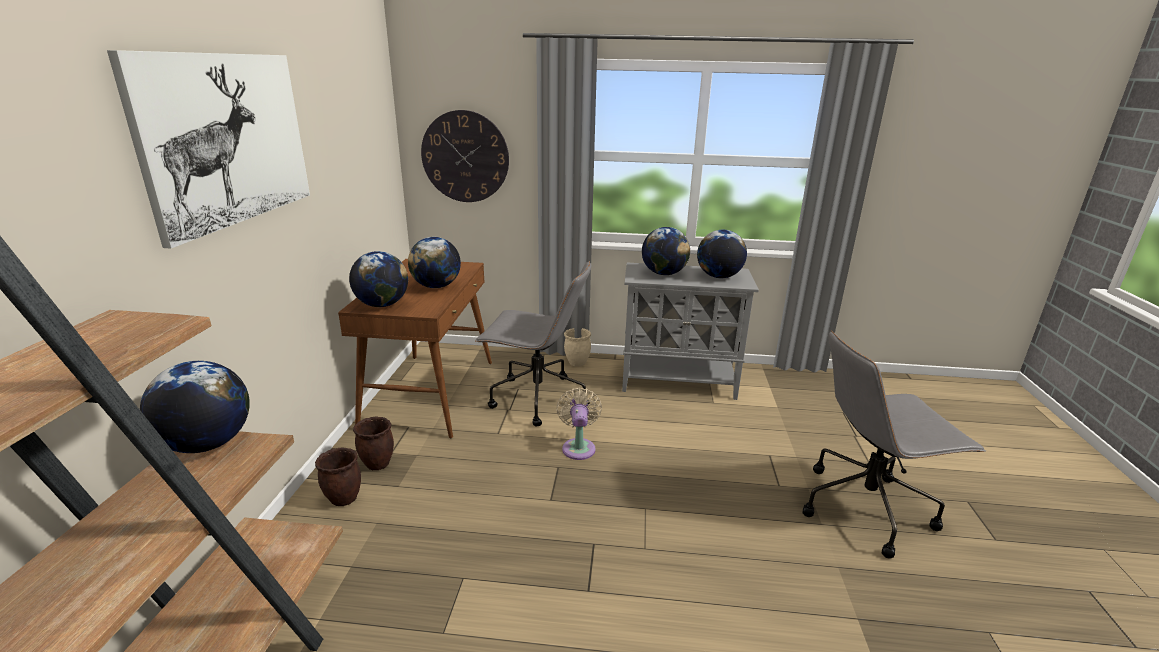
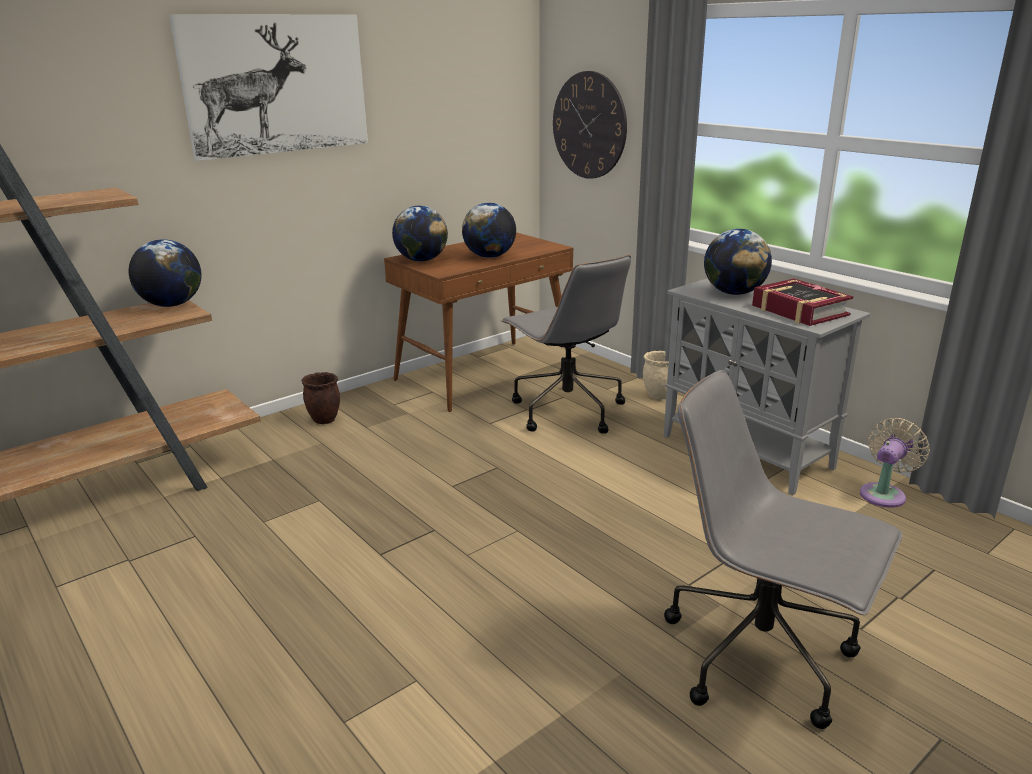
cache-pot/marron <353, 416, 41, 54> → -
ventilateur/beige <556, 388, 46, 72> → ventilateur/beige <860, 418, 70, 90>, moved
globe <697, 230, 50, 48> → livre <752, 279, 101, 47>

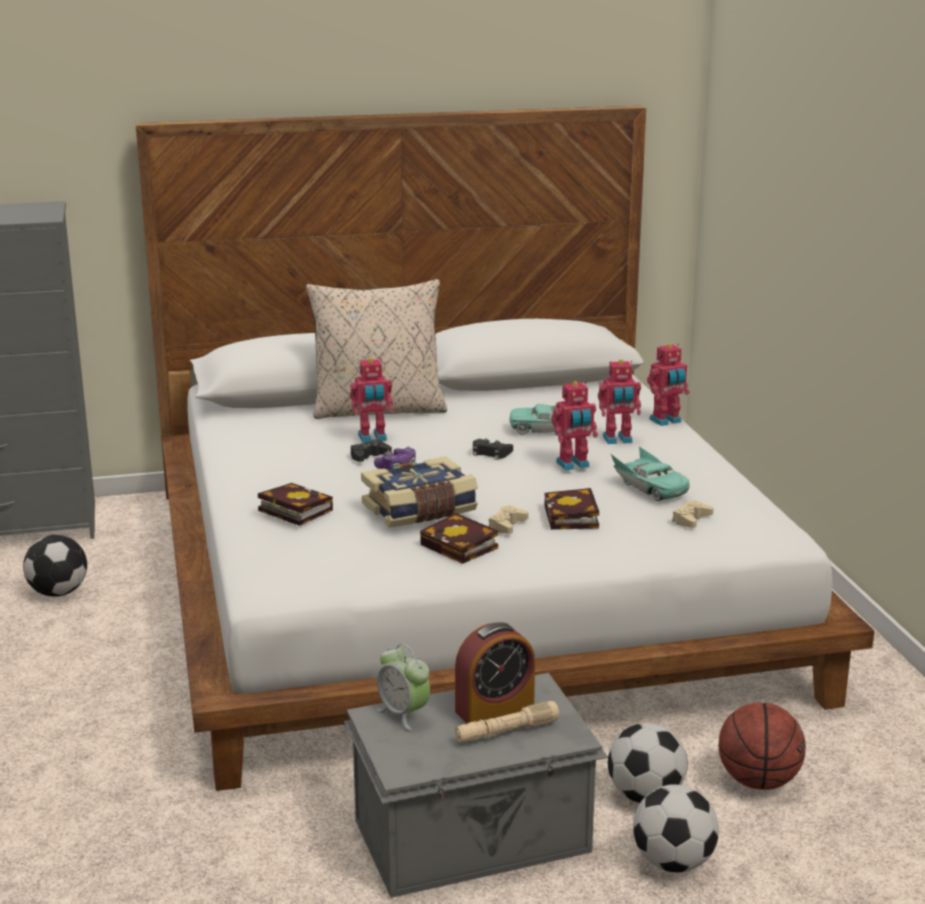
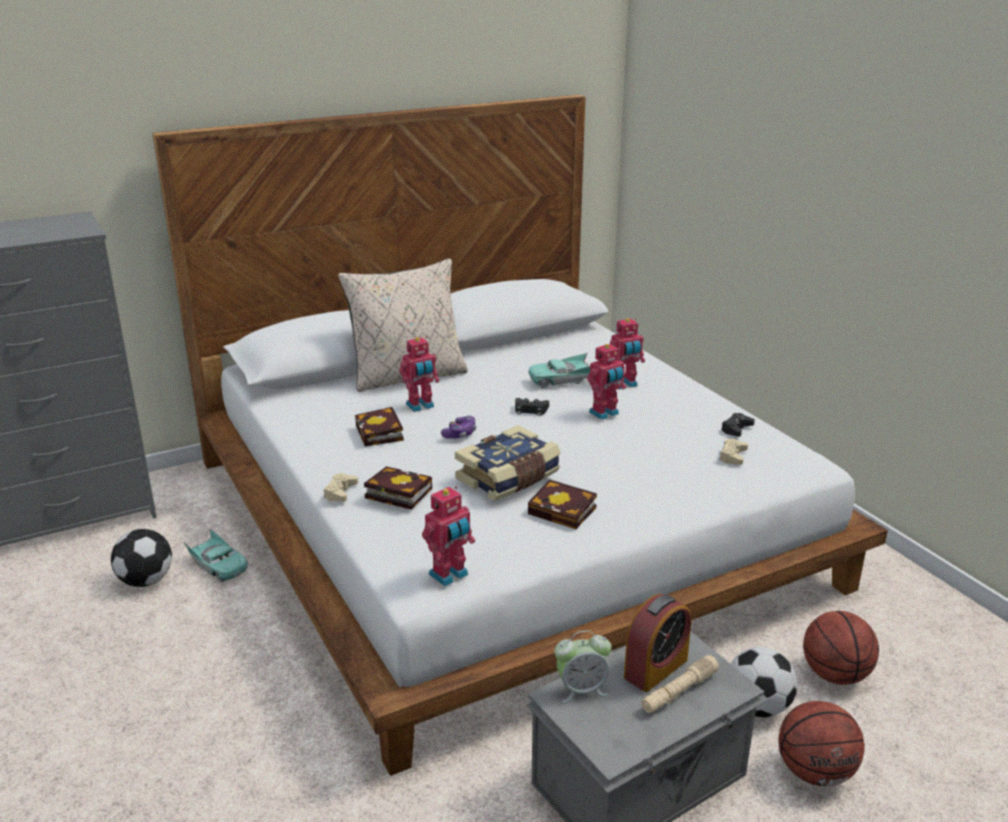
manette/noir <351, 439, 41, 23> → manette/noir <721, 413, 34, 24>, moved
réveil <377, 644, 53, 86> → réveil <555, 630, 57, 73>, 45 degrees counterclockwise
manette/beige <488, 505, 41, 29> → manette/beige <324, 473, 34, 29>, moved
livre <544, 488, 55, 42> → livre <355, 407, 49, 40>, moved
petite voiture/turquoise <611, 446, 79, 55> → petite voiture/turquoise <183, 529, 65, 53>, moved
ballon de foot <633, 785, 86, 88> → ballon de basket <779, 701, 85, 85>
robot jouet <647, 343, 43, 83> → robot jouet <422, 487, 53, 99>, moved

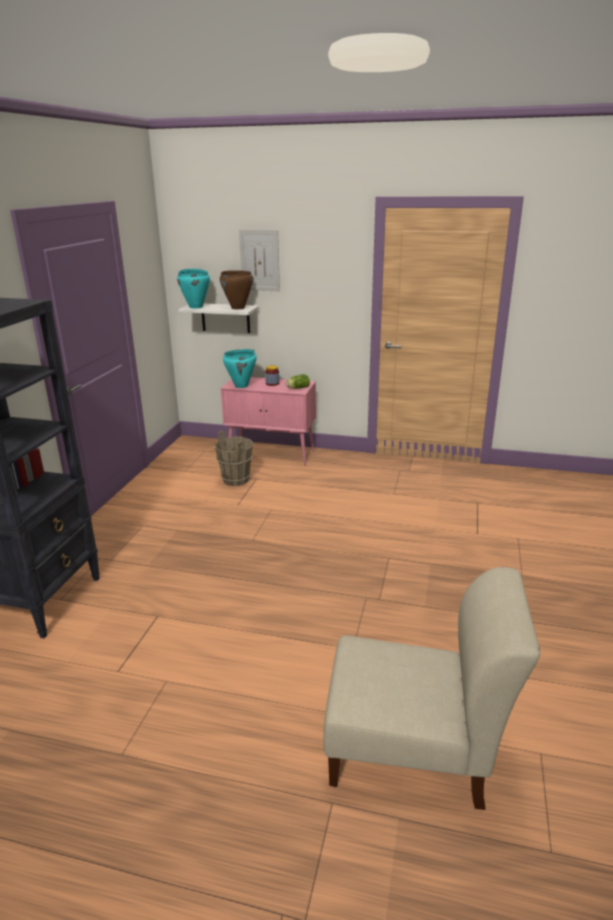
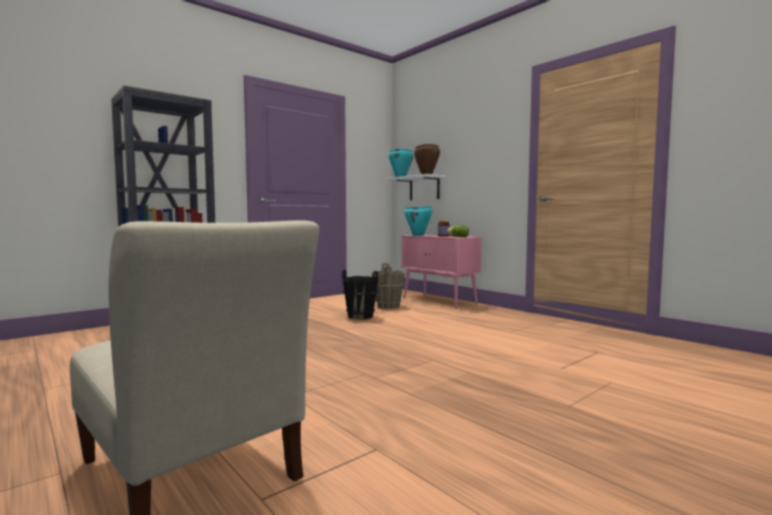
tableau <239, 229, 41, 62> → -
- → seau/noir <342, 269, 37, 50>

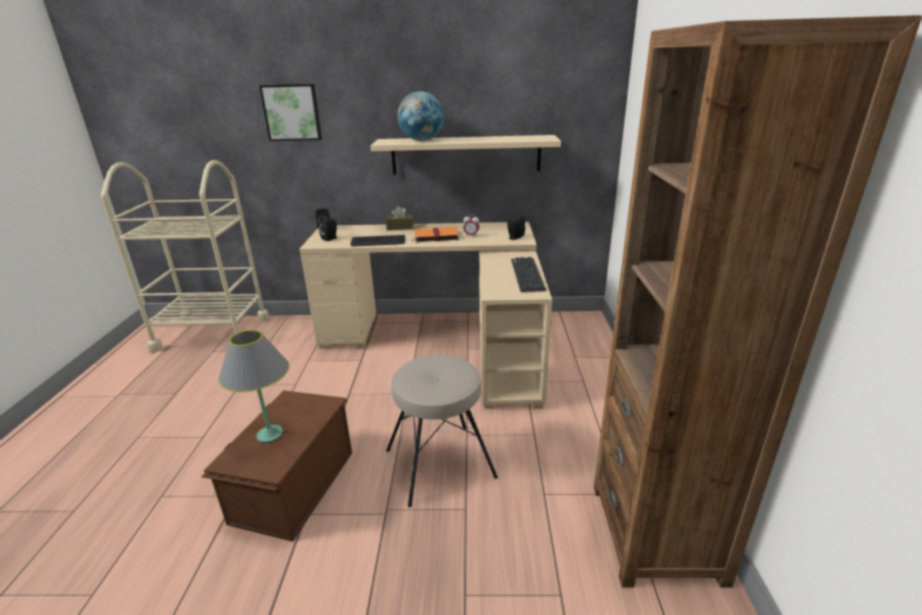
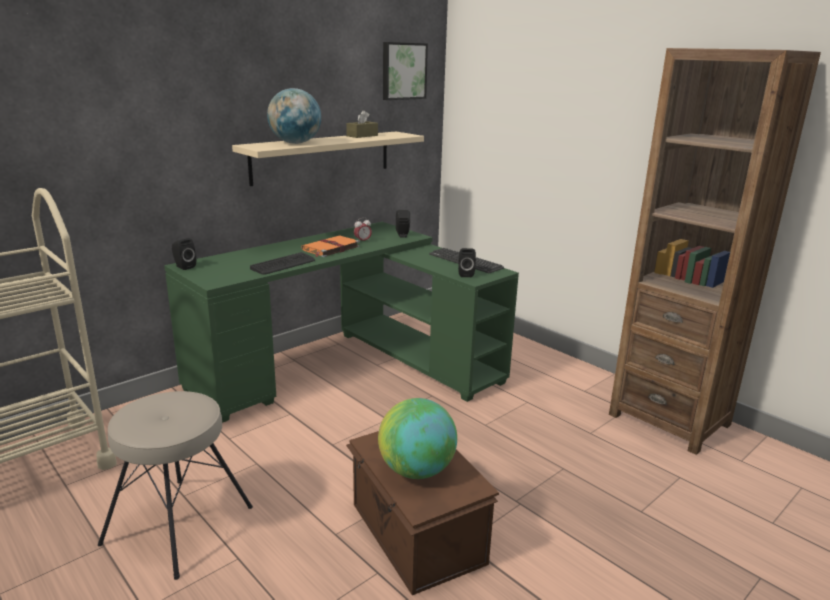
lampe de table/gris <218, 330, 71, 112> → globe <378, 398, 79, 81>
tableau <259, 84, 63, 57> → tableau <383, 42, 45, 58>, moved
bureau/beige <299, 222, 253, 187> → bureau/vert <164, 222, 355, 201>
enceinte/noir <319, 216, 18, 25> → enceinte/noir <458, 248, 18, 29>, moved
boîte à mouchoirs/marron <386, 206, 27, 24> → boîte à mouchoirs/marron <346, 110, 32, 28>, moved
tabouret/beige <386, 355, 112, 152> → tabouret/beige <98, 391, 155, 189>, moved

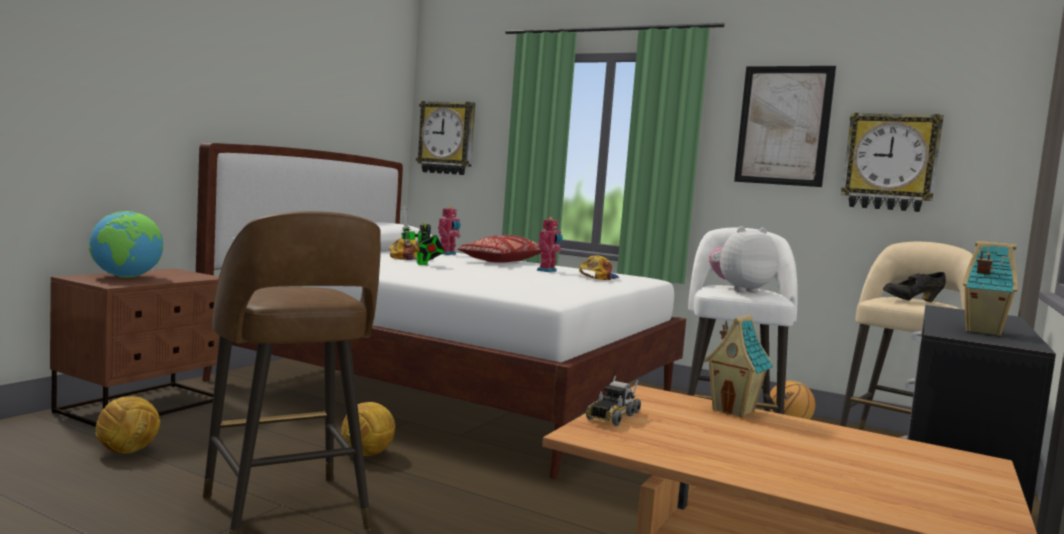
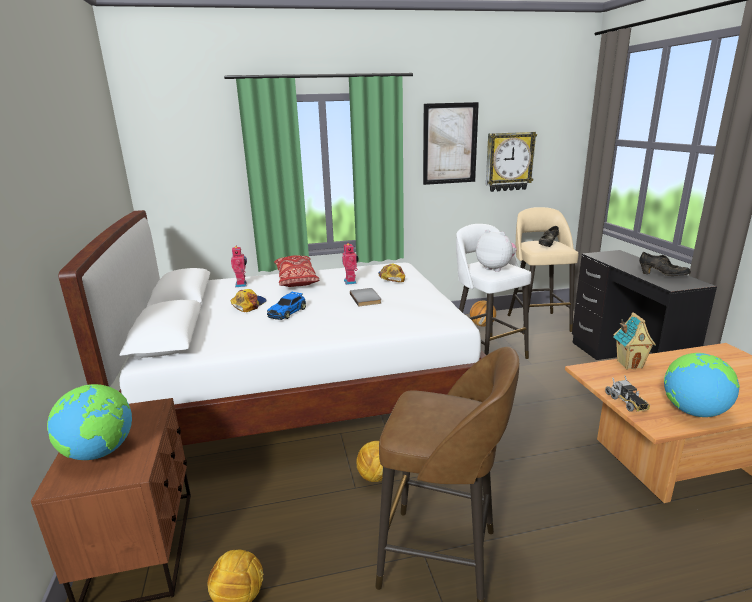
robot jouet <402, 206, 43, 59> → petite voiture <267, 291, 39, 29>
horloge murale <416, 101, 59, 74> → -
peluche <709, 226, 69, 67> → peluche <476, 230, 41, 42>, 105 degrees clockwise
maison miniature <963, 241, 55, 95> → chaussure/noir <639, 252, 52, 24>
- → livre/gris <350, 288, 31, 19>
- → globe <664, 353, 76, 64>

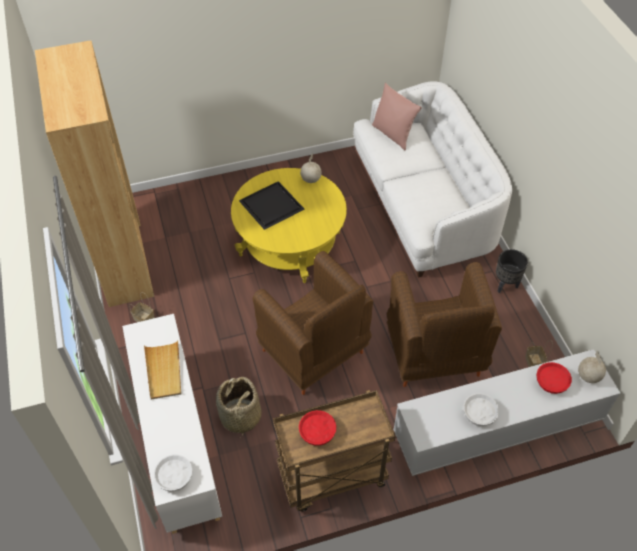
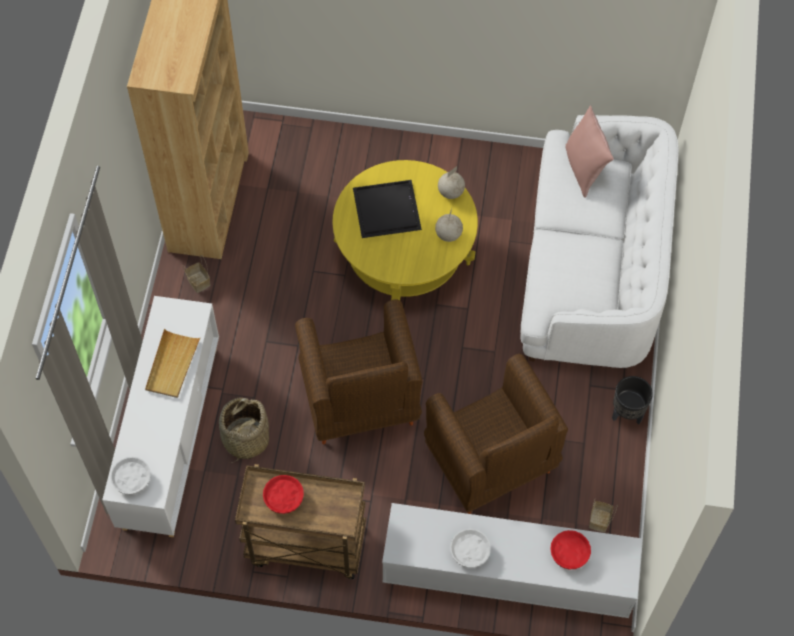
fauteuil/marron <387, 262, 115, 125> → fauteuil/marron <424, 354, 144, 160>, 45 degrees counterclockwise
globe <578, 350, 28, 33> → globe <435, 208, 28, 34>, moved

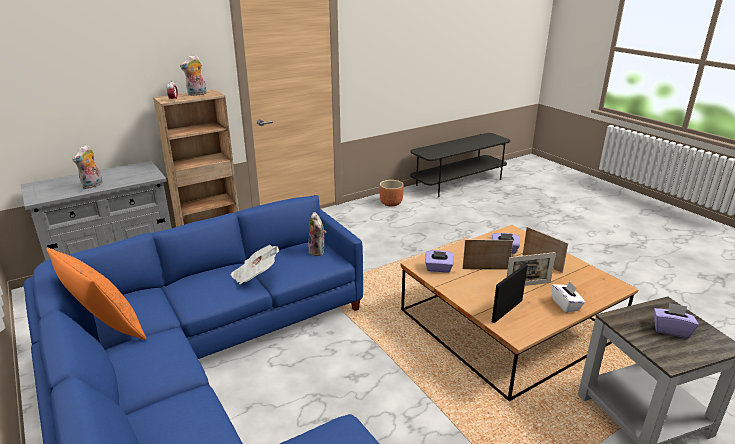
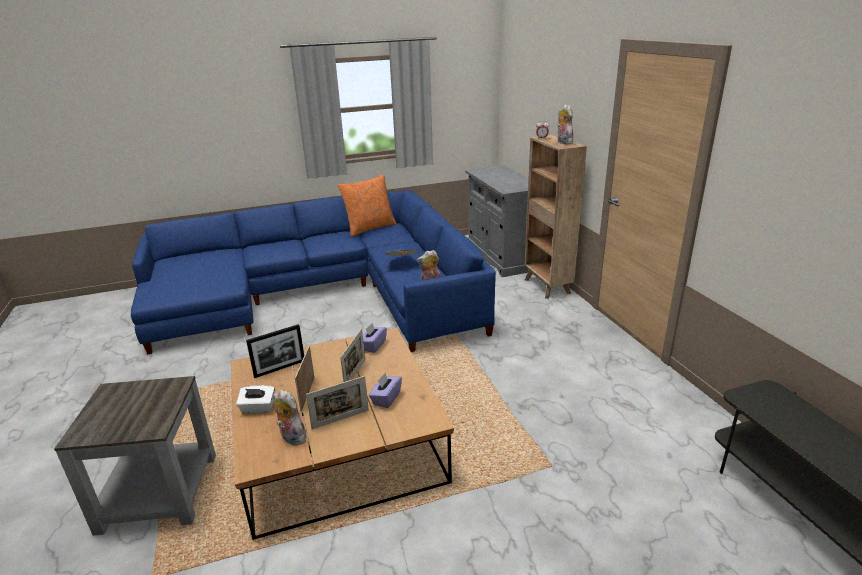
peluche <72, 145, 31, 44> → peluche <273, 390, 33, 55>, moved
cache-pot/marron <379, 180, 25, 26> → -
cadre photo <492, 264, 36, 59> → cadre photo <246, 324, 58, 54>, 90 degrees clockwise
boîte à mouchoirs/violet <654, 302, 45, 36> → -

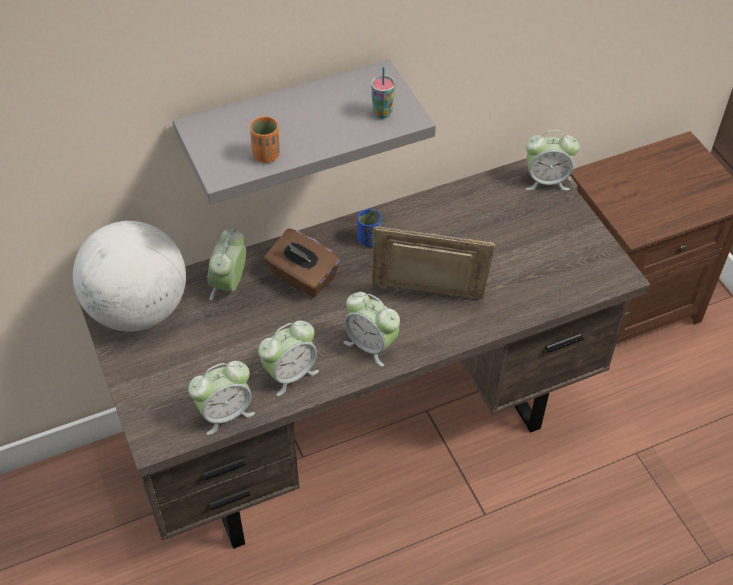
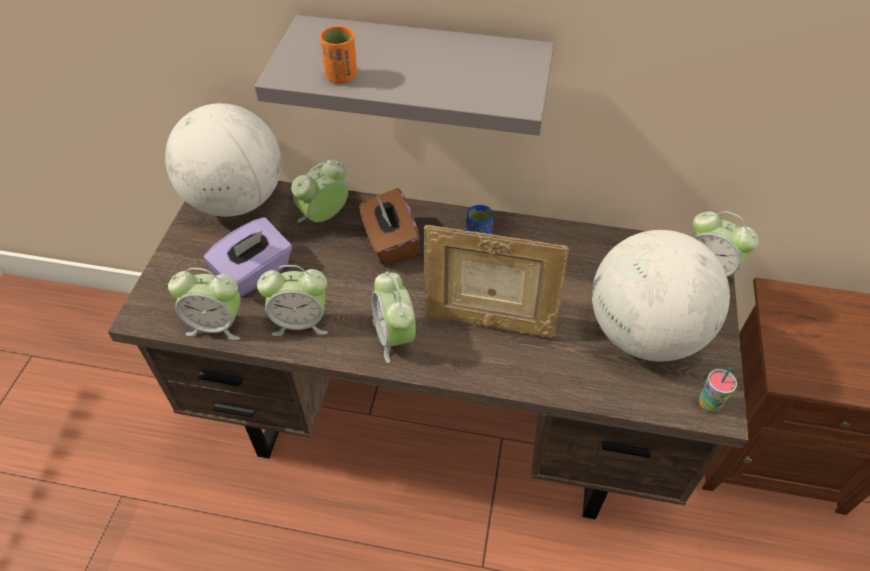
tasse <371, 67, 24, 52> → tasse <699, 367, 38, 45>, moved
cadre photo <372, 226, 123, 74> → cadre photo <424, 225, 145, 113>, 150 degrees clockwise
- → boîte à mouchoirs/violet <204, 217, 88, 80>
- → globe <592, 230, 138, 131>

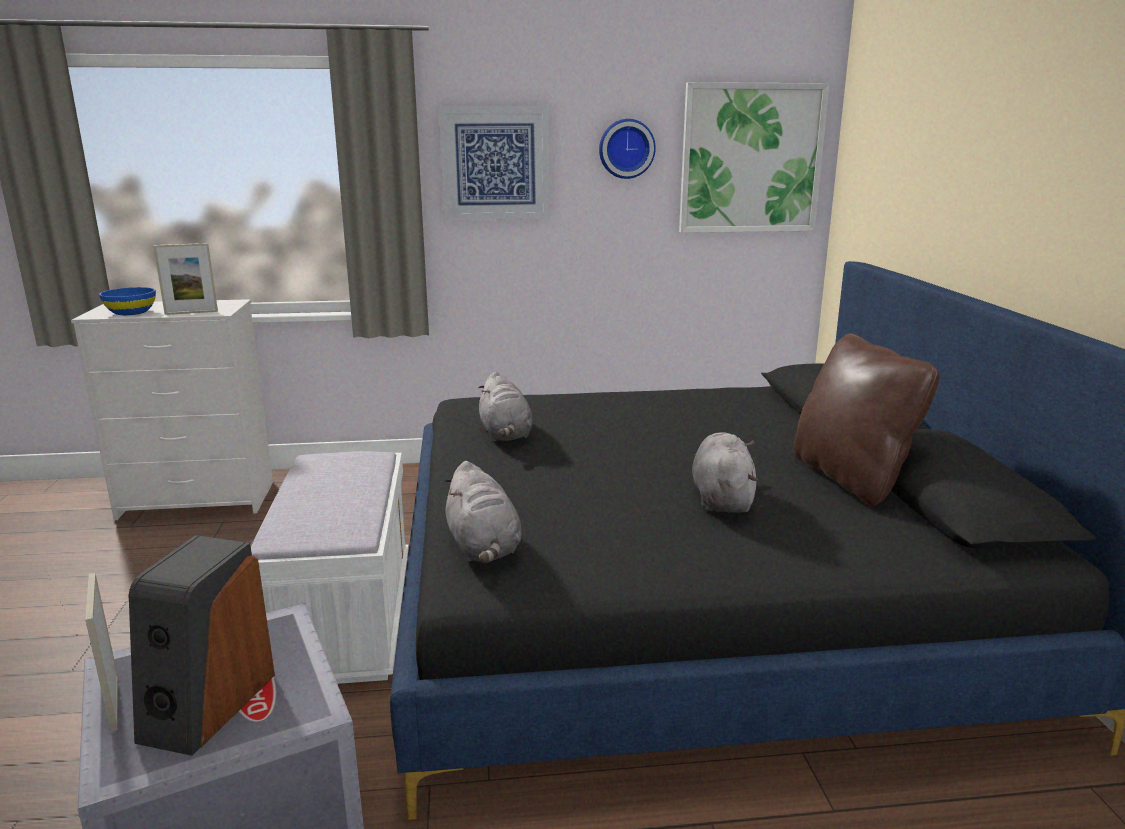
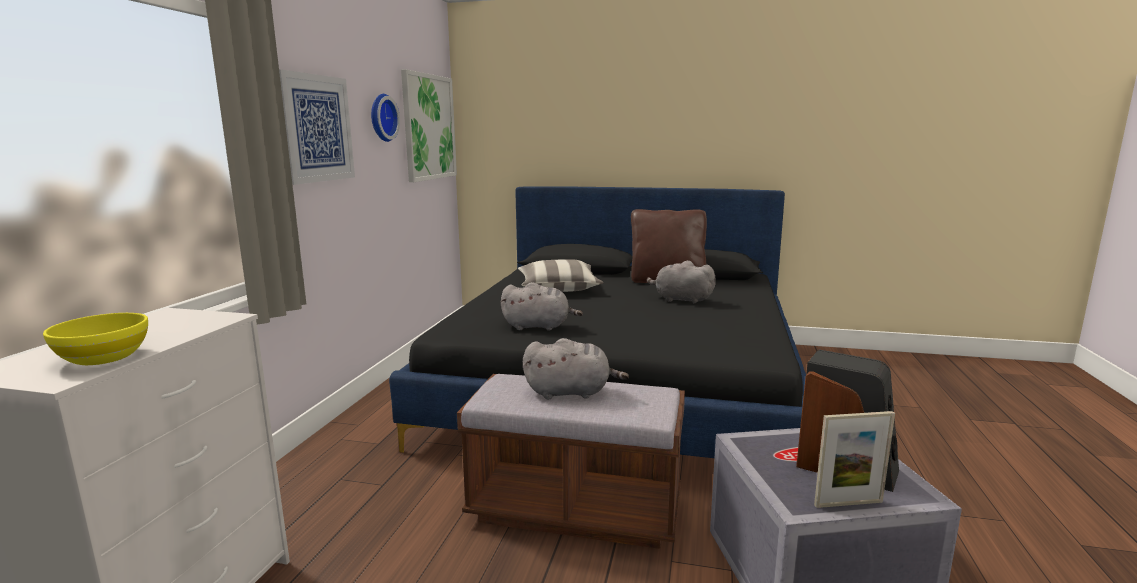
bol/bleu <99, 287, 57, 28> → bol/jaune <43, 313, 105, 52>
cadre photo <153, 243, 65, 72> → -
banc/blanc <251, 451, 158, 233> → banc/marron <457, 374, 228, 175>
peluche/gris <443, 461, 79, 102> → peluche/gris <523, 338, 106, 61>, moved
- → coussin <518, 259, 86, 33>

